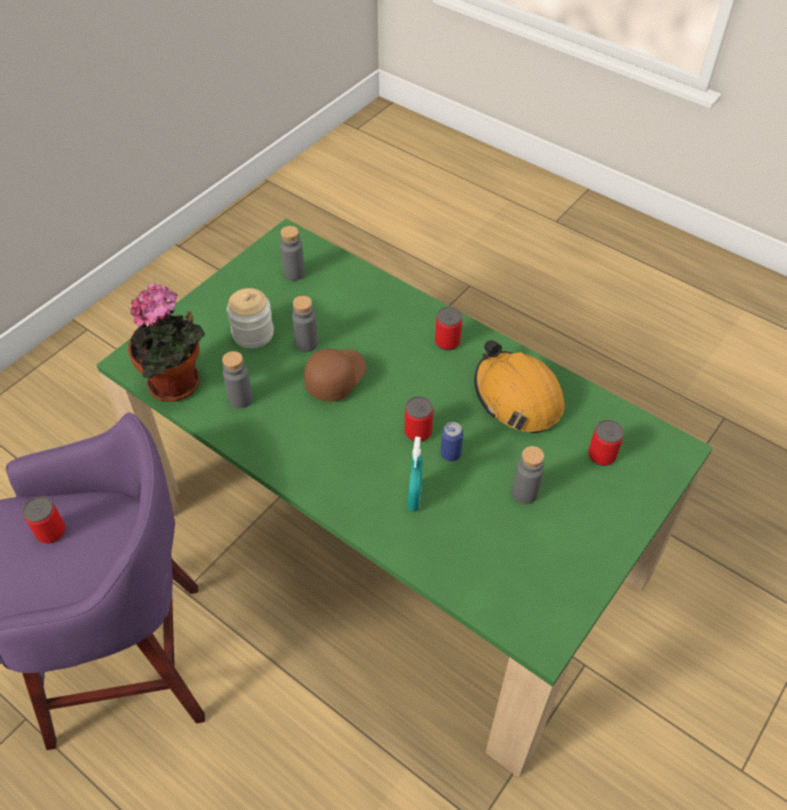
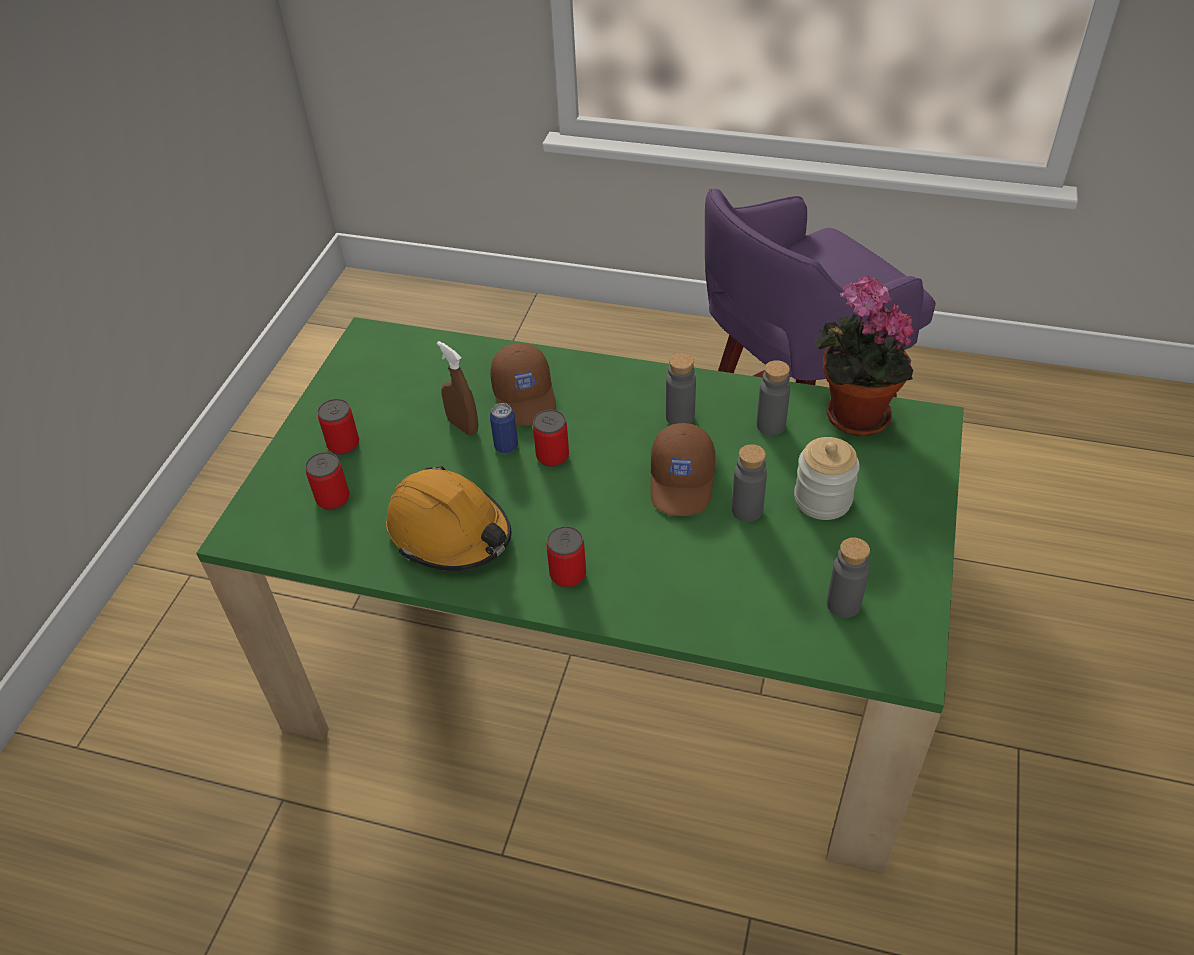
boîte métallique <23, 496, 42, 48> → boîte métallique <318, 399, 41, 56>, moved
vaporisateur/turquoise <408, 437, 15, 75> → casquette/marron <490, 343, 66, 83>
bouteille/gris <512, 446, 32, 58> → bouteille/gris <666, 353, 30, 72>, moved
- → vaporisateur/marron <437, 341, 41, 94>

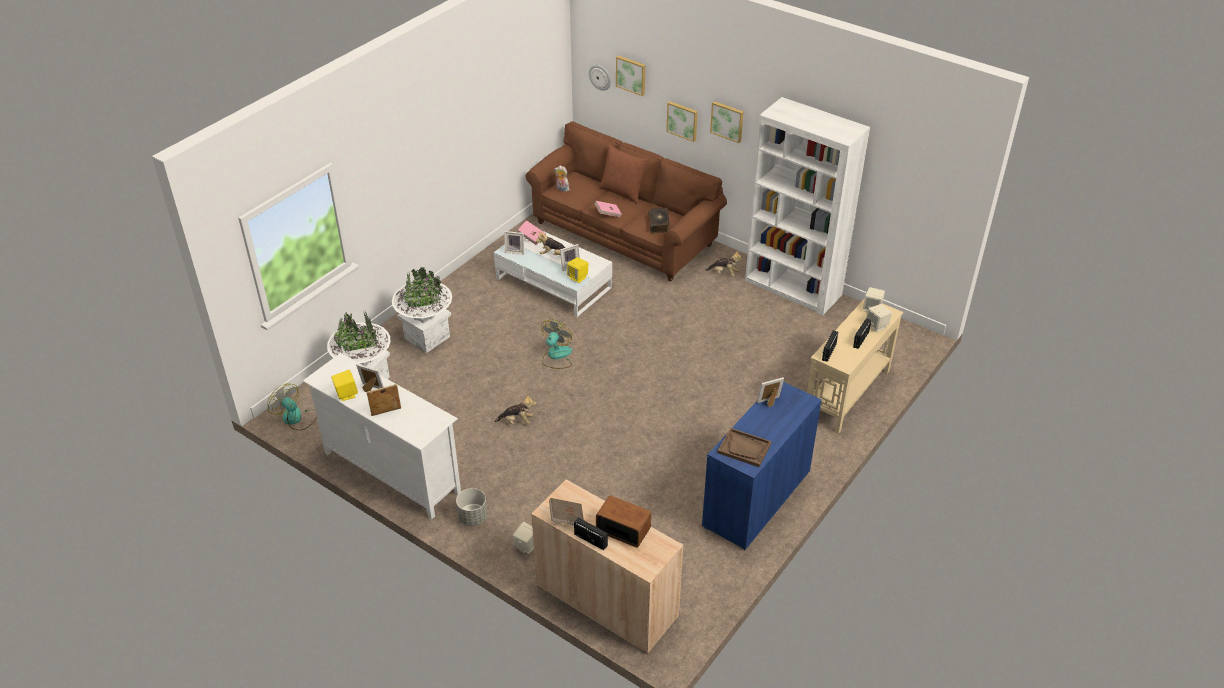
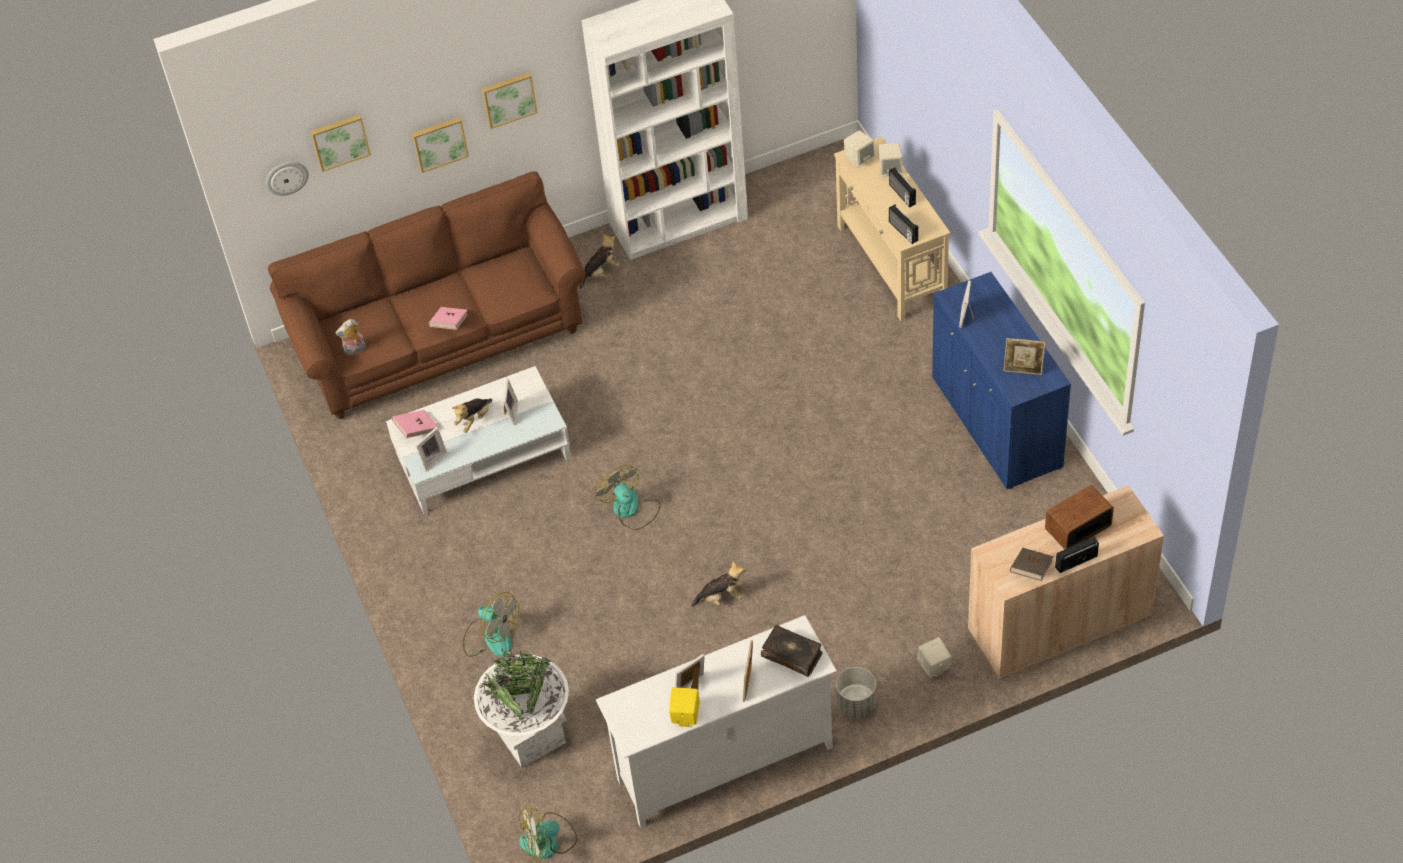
cache-pot/blanc <392, 268, 60, 85> → ventilateur <463, 592, 56, 65>
peluche <495, 394, 41, 30> → peluche <691, 561, 55, 46>, 45 degrees clockwise
enceinte/jaune <567, 257, 22, 26> → -
coussin/marron <599, 145, 49, 59> → -
livre <649, 208, 20, 25> → livre <761, 625, 62, 52>, moved
plateau/marron <718, 428, 54, 39> → cadre photo <1004, 338, 42, 37>

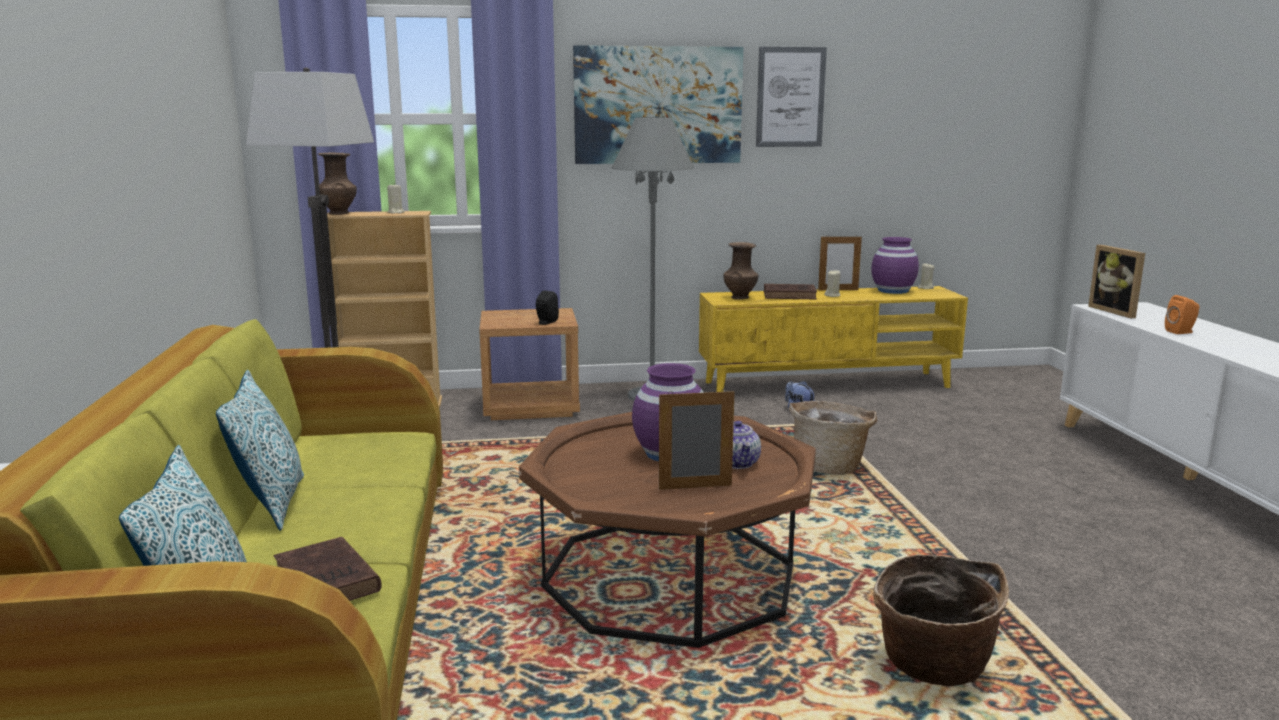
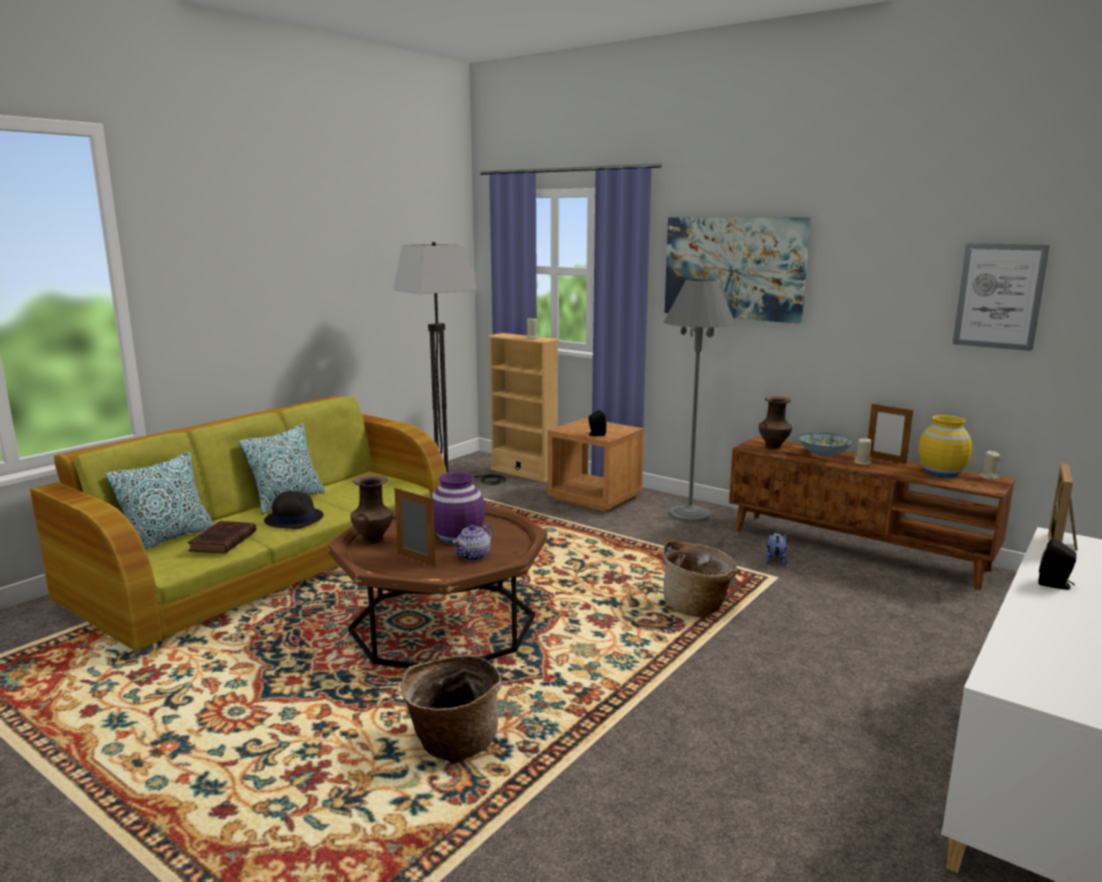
vase/marron <318, 152, 39, 63> → vase/marron <350, 474, 43, 70>, moved
meuble télé/jaune <699, 286, 269, 106> → meuble télé/marron <729, 436, 286, 154>
tableau <756, 47, 71, 100> → tableau <953, 243, 97, 108>, moved
livre/marron <764, 284, 53, 15> → bol <798, 433, 55, 24>
vase/violet <871, 237, 48, 57> → vase/jaune <918, 415, 54, 62>
enceinte/orange <1165, 295, 35, 39> → enceinte/noir <1038, 539, 38, 51>
- → chapeau/noir <264, 491, 60, 38>

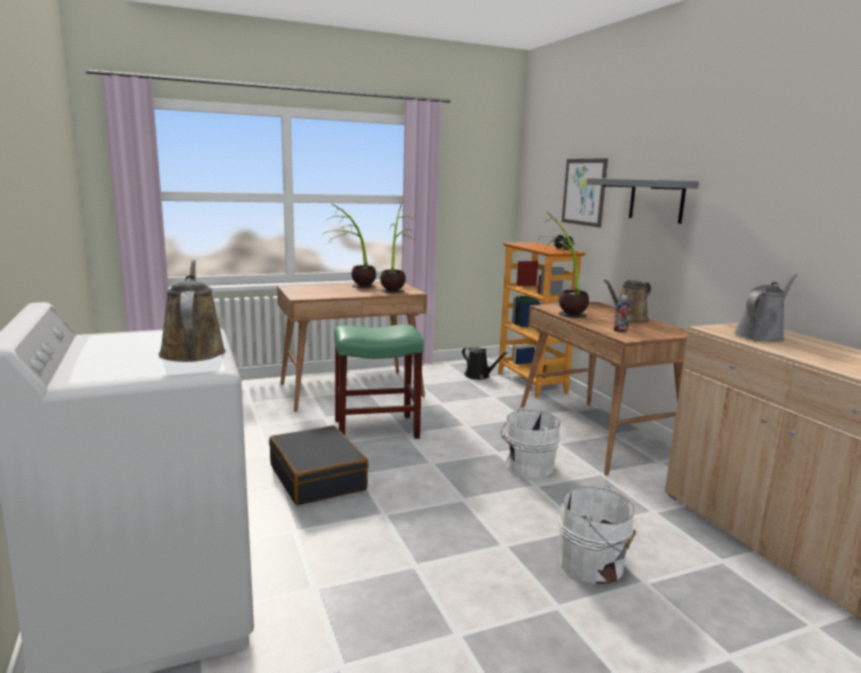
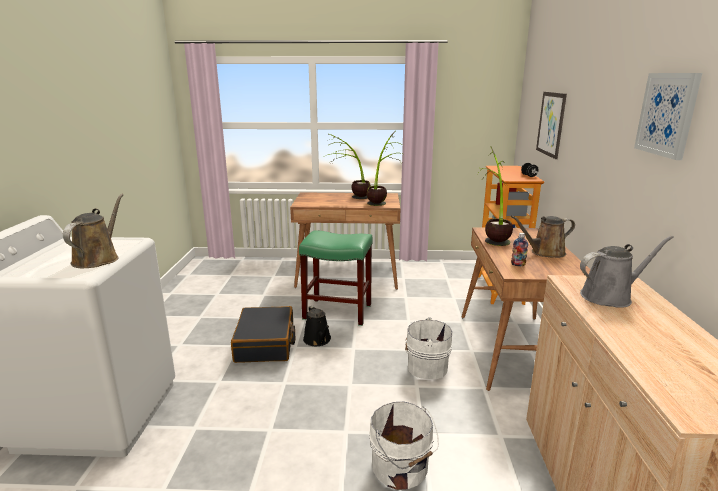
arrosoir/noir <462, 347, 46, 33> → arrosoir/noir <303, 305, 28, 41>, moved
étagère/gris <587, 178, 112, 46> → -
- → tableau <634, 73, 68, 87>

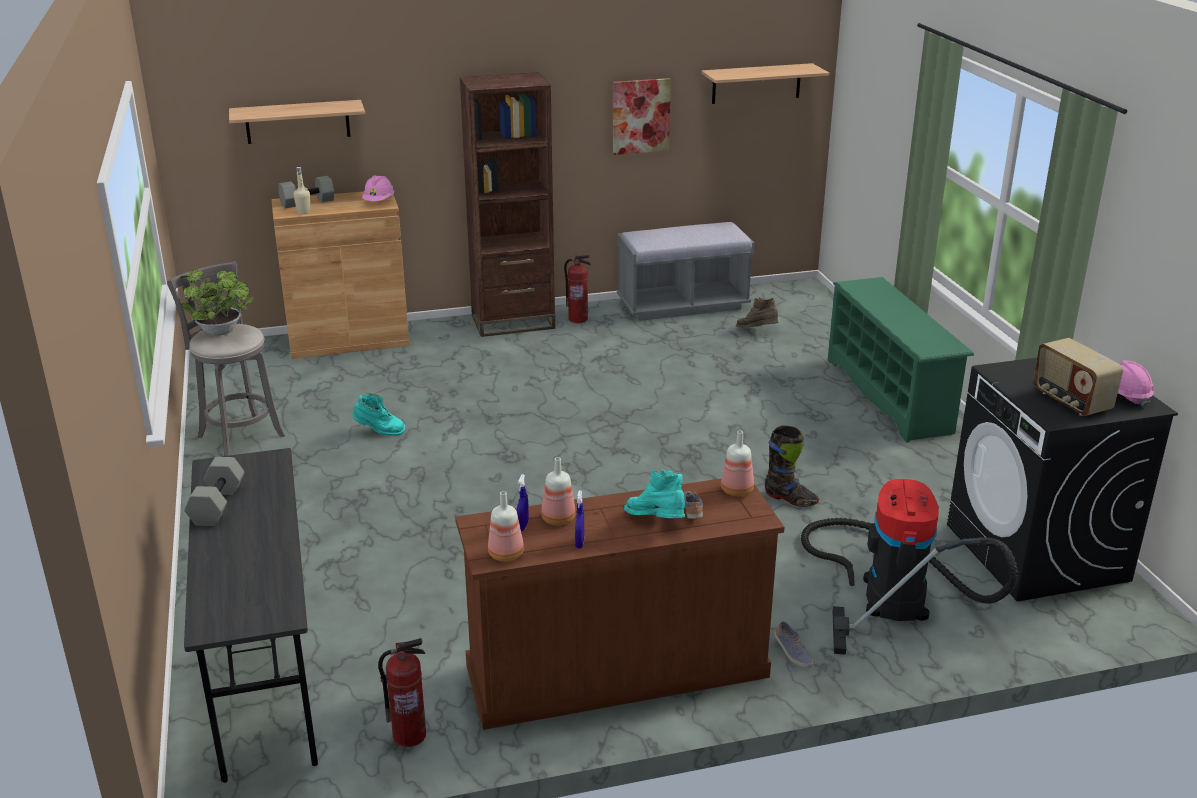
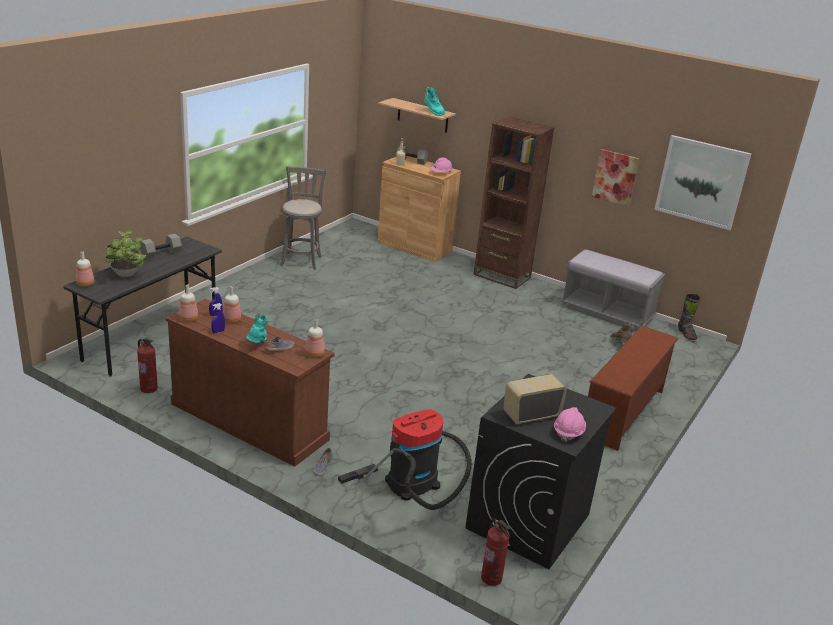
plante en pot <181, 270, 73, 66> → plante en pot <105, 230, 41, 47>, moved
botte/turquoise <352, 393, 53, 43> → botte/turquoise <425, 87, 20, 29>, moved
extincteur <564, 255, 27, 68> → extincteur <481, 518, 29, 68>, moved
étagère <701, 63, 128, 41> → tableau <654, 135, 97, 95>
botte/noir <765, 425, 54, 82> → botte/noir <678, 294, 22, 46>, moved
étagère à chaussures/vert <828, 277, 146, 166> → étagère à chaussures/marron <588, 326, 91, 125>
radio <1033, 338, 90, 78> → radio <503, 374, 64, 50>, 45 degrees clockwise
- → bouteille <76, 251, 18, 36>

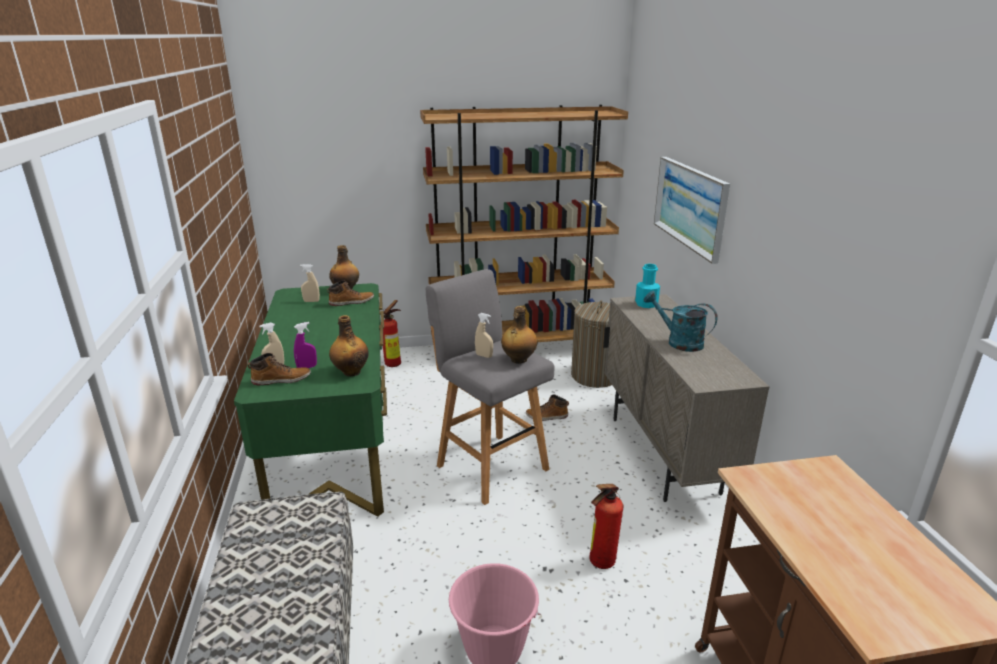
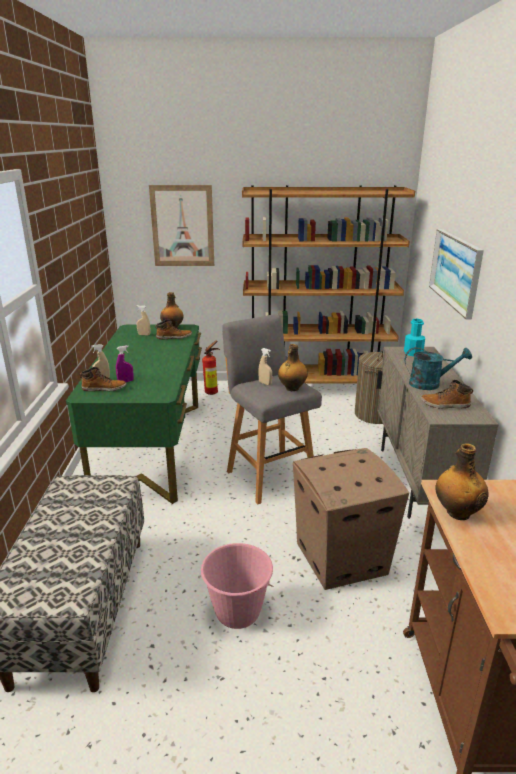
bouteille <329, 315, 40, 62> → bouteille <435, 443, 54, 77>, moved
botte <526, 395, 43, 26> → botte <421, 380, 52, 28>, moved
extincteur <589, 484, 34, 85> → carton <293, 448, 116, 142>
arrosoir/turquoise <644, 291, 74, 61> → arrosoir/turquoise <405, 347, 67, 43>, 135 degrees clockwise
- → tableau <149, 185, 65, 81>

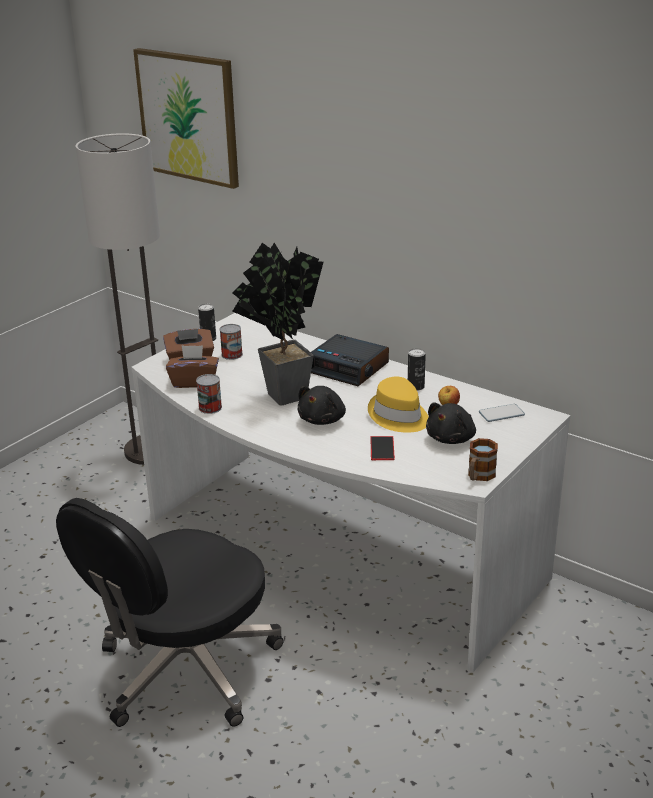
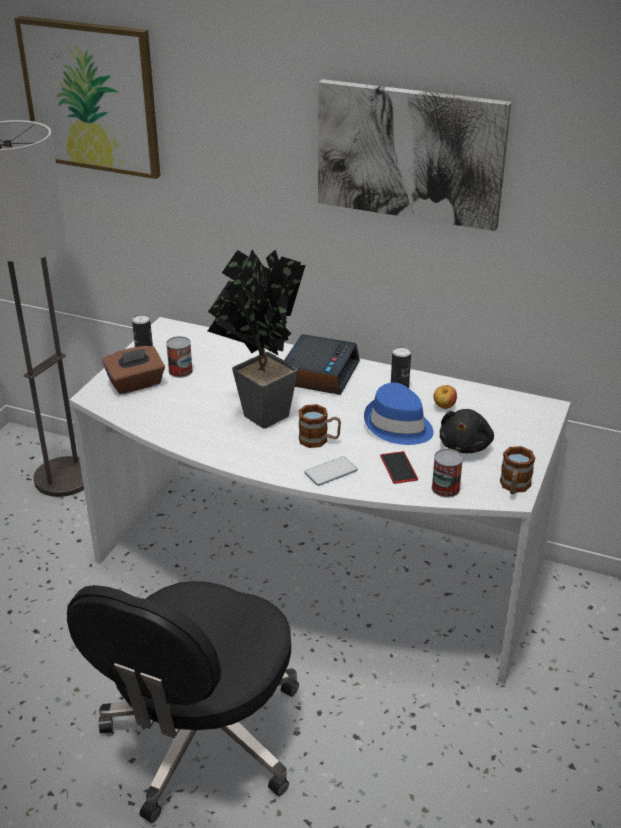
boîte à mouchoirs/marron <166, 345, 53, 43> → -
boîte métallique <196, 374, 26, 40> → boîte métallique <432, 449, 31, 49>, moved
peluche/noir <298, 386, 48, 39> → mug <298, 404, 43, 44>
réveil <311, 334, 78, 52> → réveil <284, 334, 76, 61>, 90 degrees counterclockwise
chapeau/jaune <368, 376, 61, 56> → chapeau/bleu <364, 383, 69, 62>
téléphone <479, 404, 46, 18> → téléphone <305, 457, 52, 29>, moved
- → tableau <318, 79, 194, 152>

